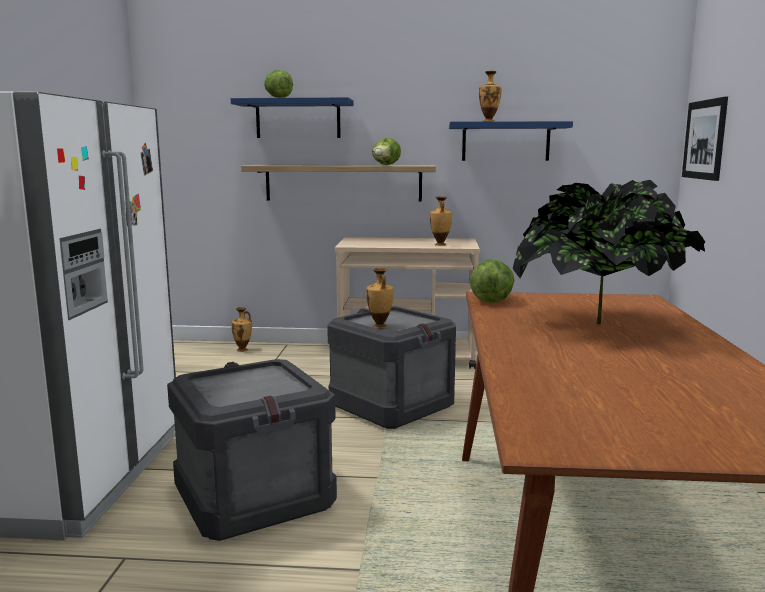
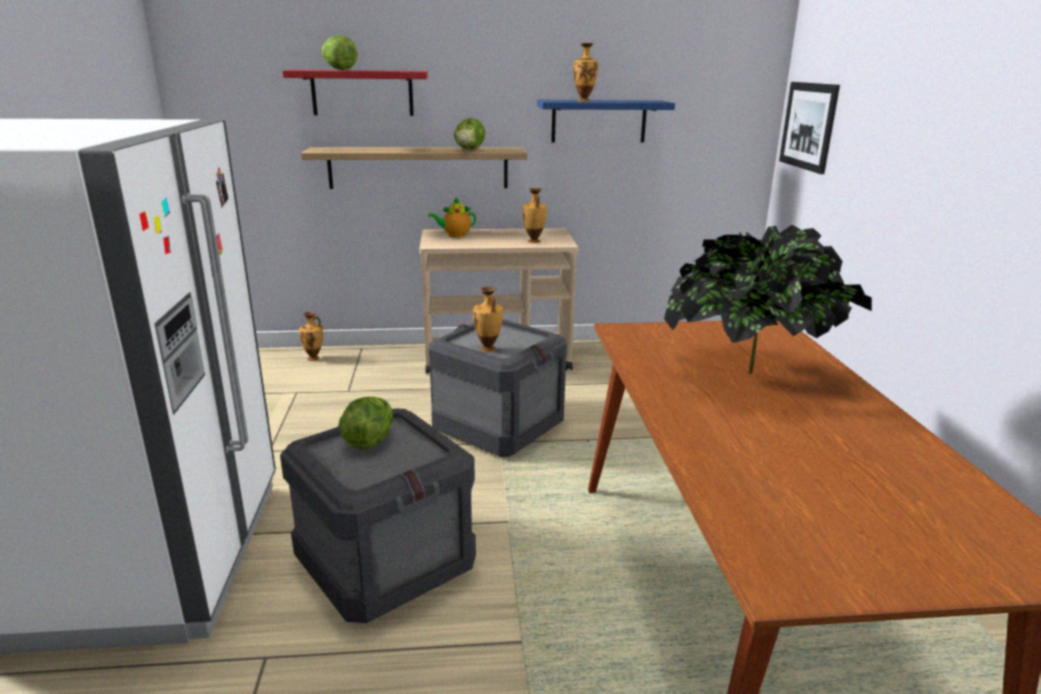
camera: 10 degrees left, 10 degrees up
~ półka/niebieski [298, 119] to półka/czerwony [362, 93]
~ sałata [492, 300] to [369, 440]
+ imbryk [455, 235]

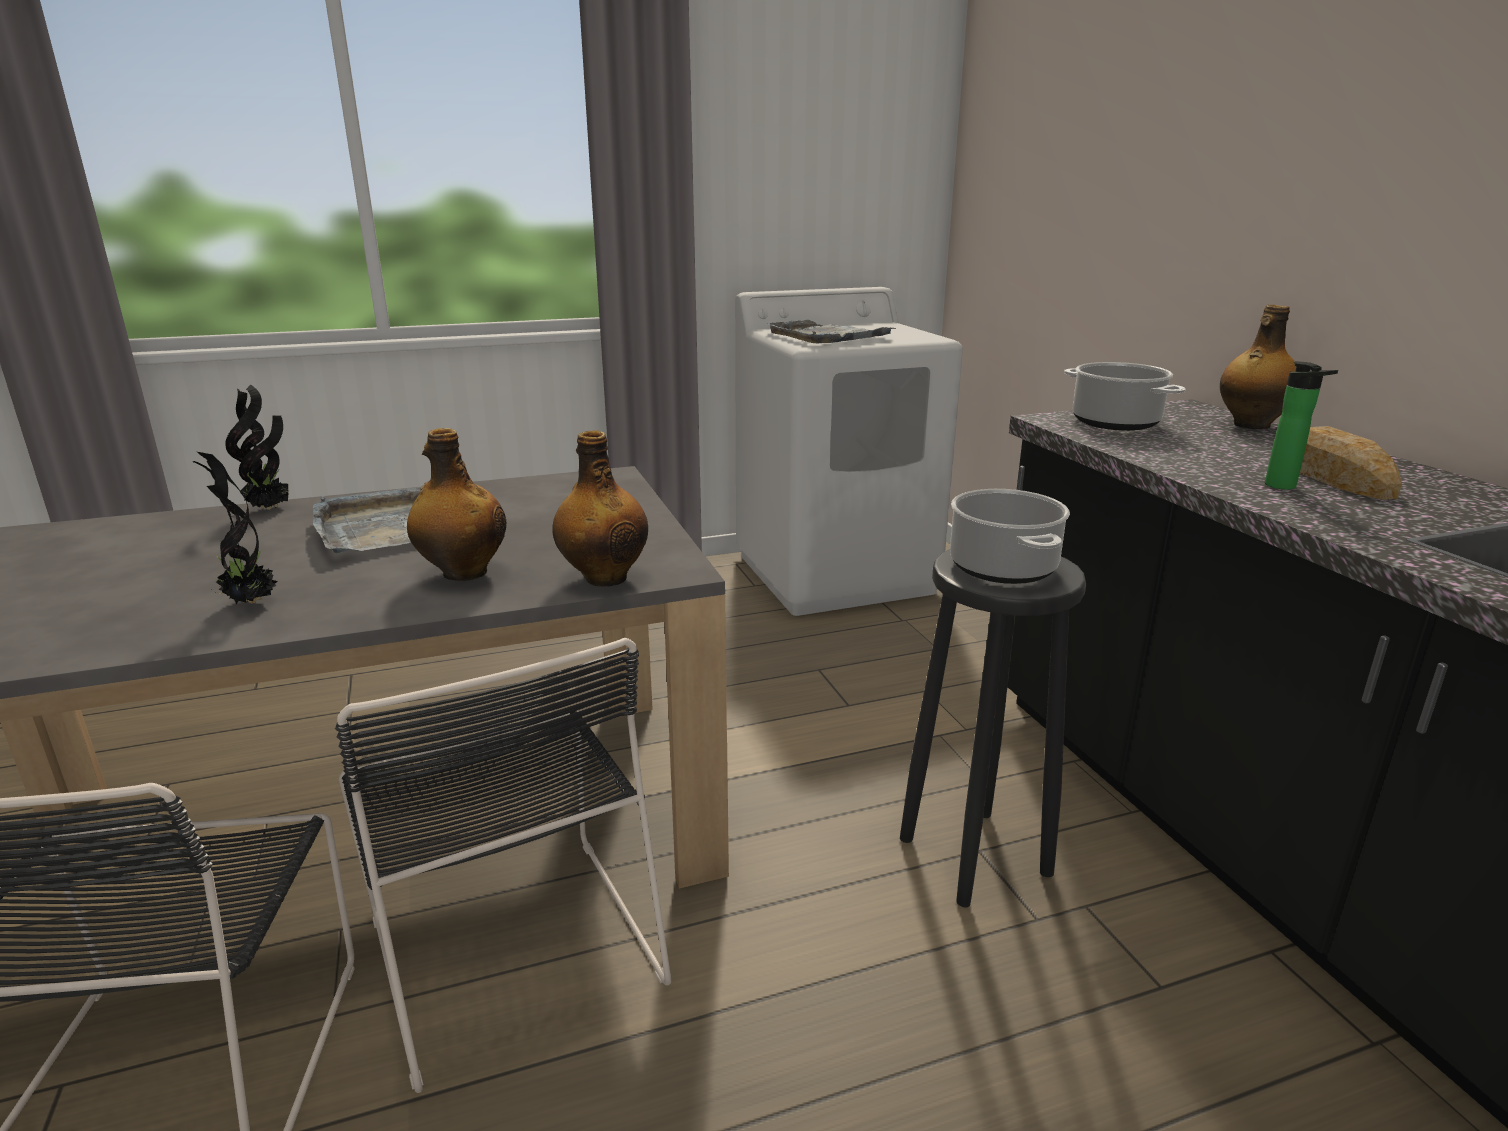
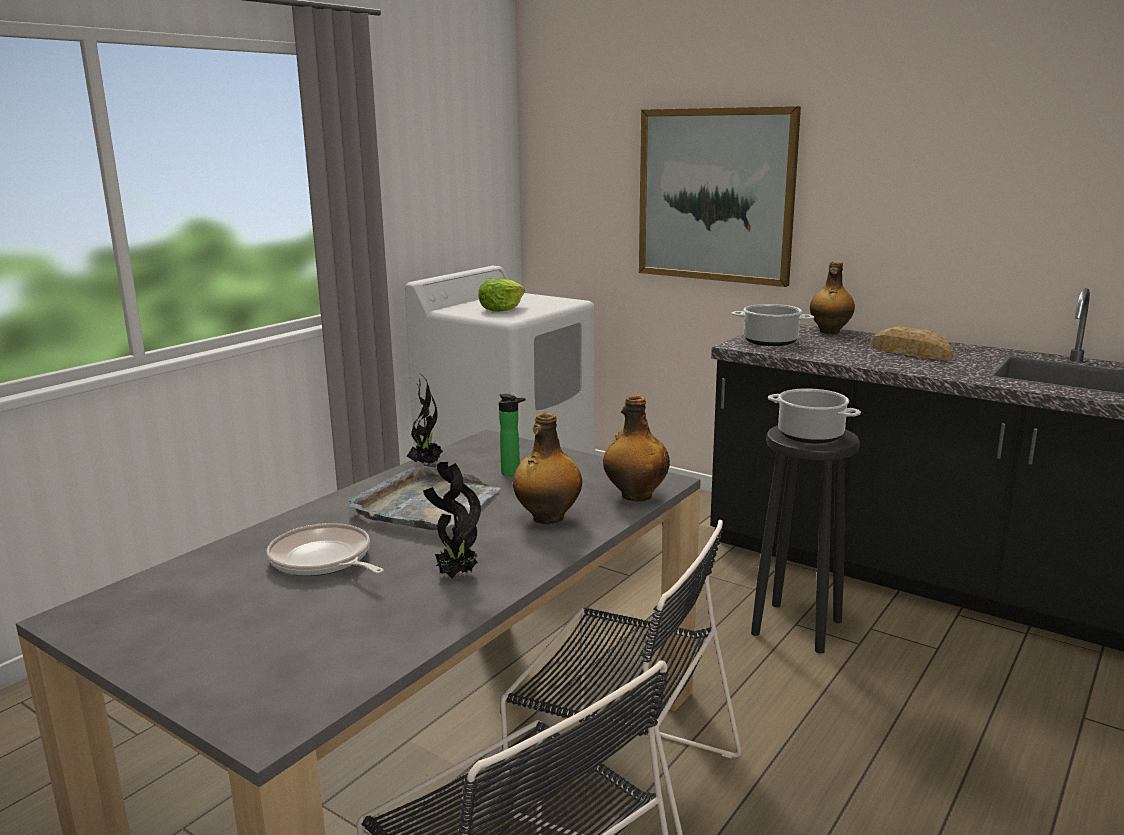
camera: 35 degrees left, 5 degrees down
~ taca/szary [826, 336] to sałata [501, 309]
~ butelka [1284, 487] to [513, 473]
~ roślina doniczkowa [271, 508] to [427, 464]
+ obraz [715, 195]
+ patelnia [323, 560]

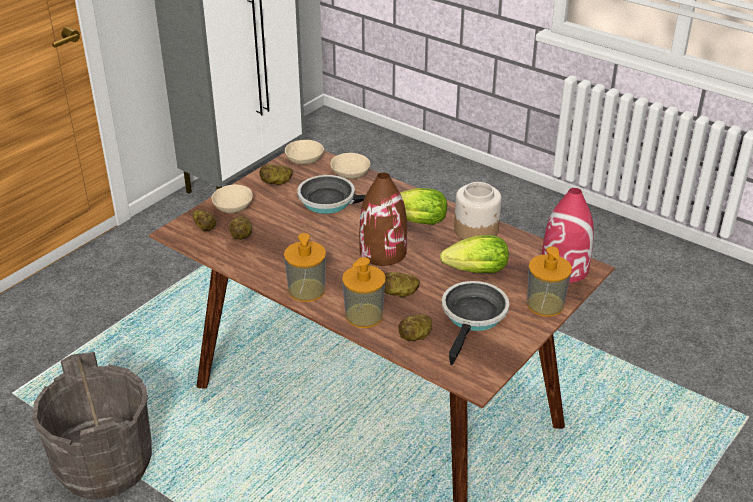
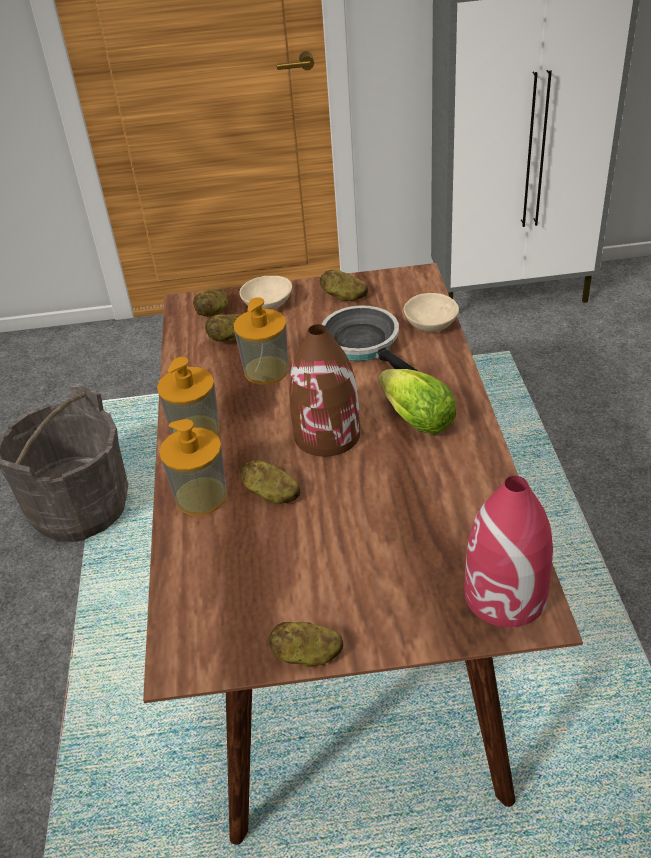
camera: 50 degrees right, 5 degrees up
- miska/beżowy [304, 160]
- słoik [476, 230]
- sałata [472, 272]
~ dozownik mydła [545, 304] to [266, 370]
- patelnia [473, 318]
~ ziemniak [416, 336] to [307, 656]

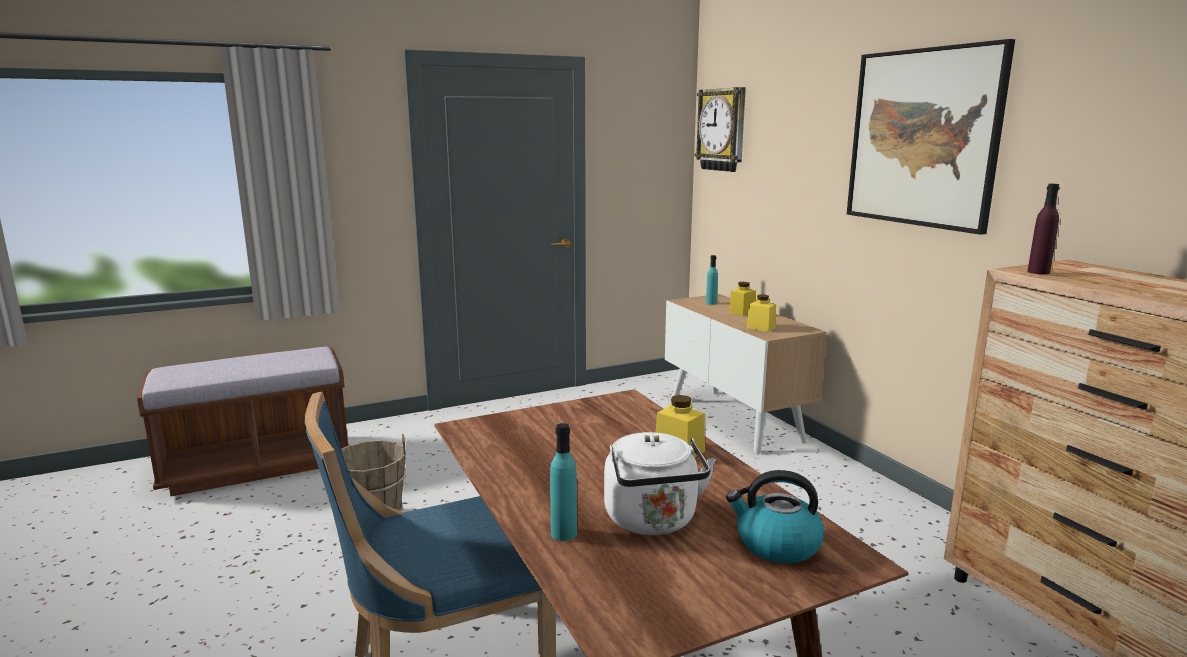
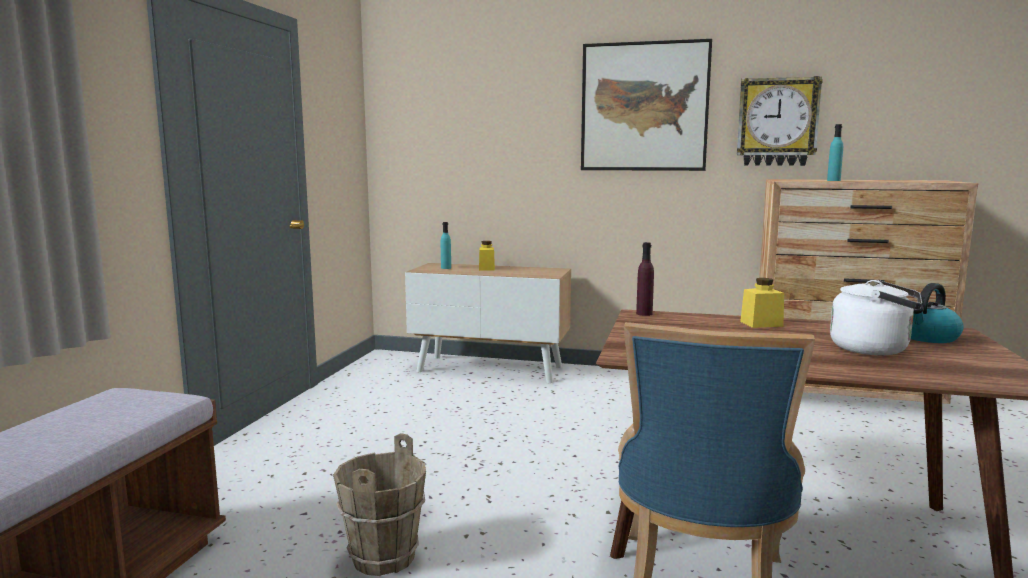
camera: 50 degrees left, 5 degrees down
~ zegar ścienny [722, 130] to [777, 122]
~ butelka/fioletowy [1038, 272] to [644, 314]
- słoik/żółty [761, 327]
~ butelka/turkusowy [564, 533] to [833, 180]

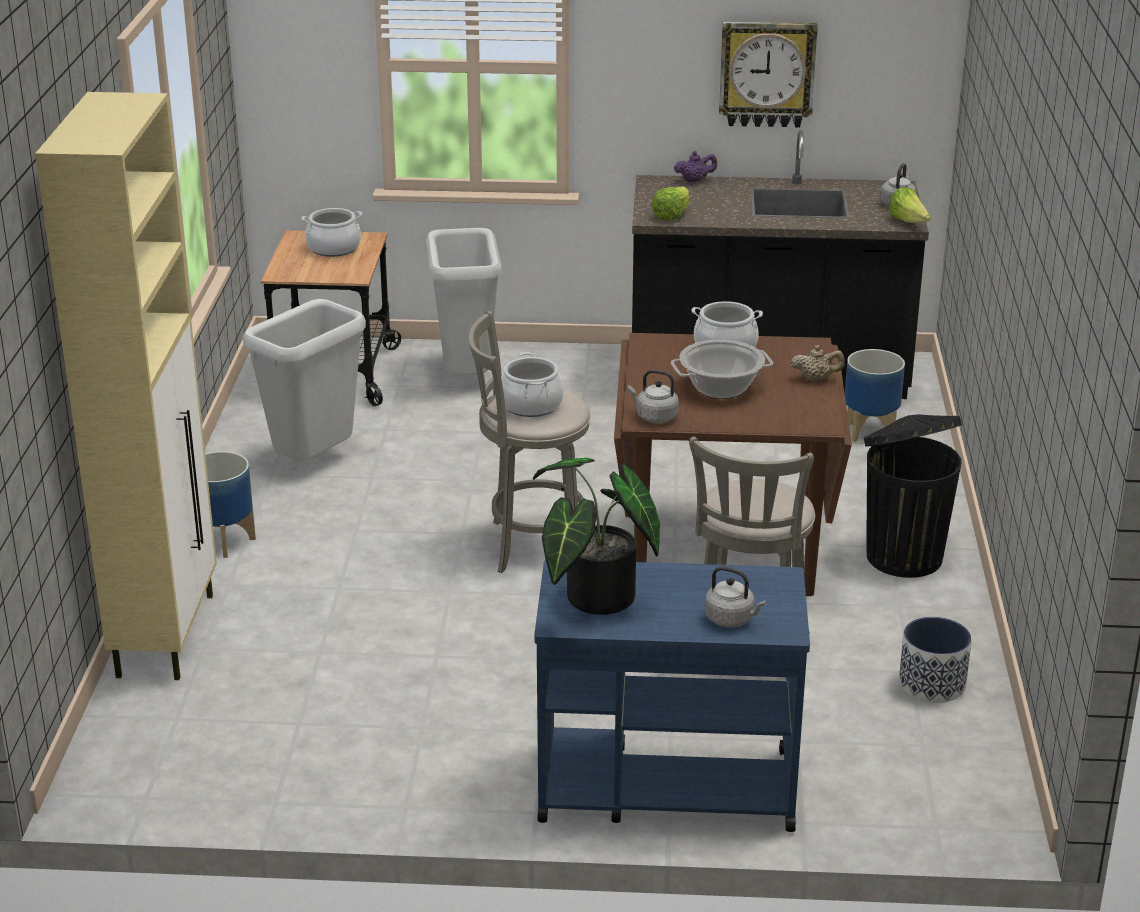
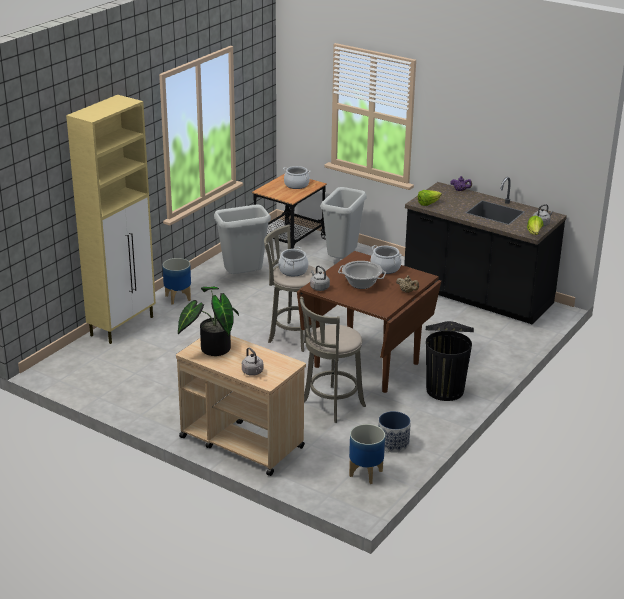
camera: 30 degrees right, 0 degrees up
- zegar ścienny [767, 73]
~ donica [870, 432] to [365, 474]
~ wózek/niebieski [664, 786] to wózek/beżowy [241, 442]

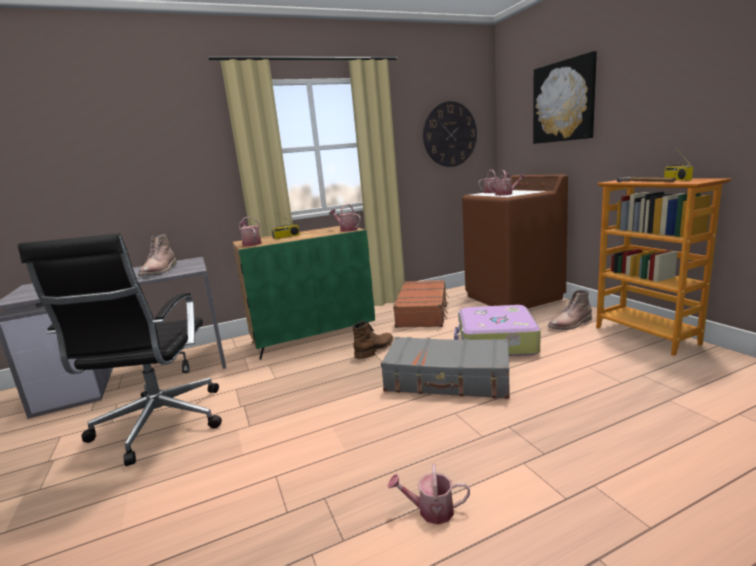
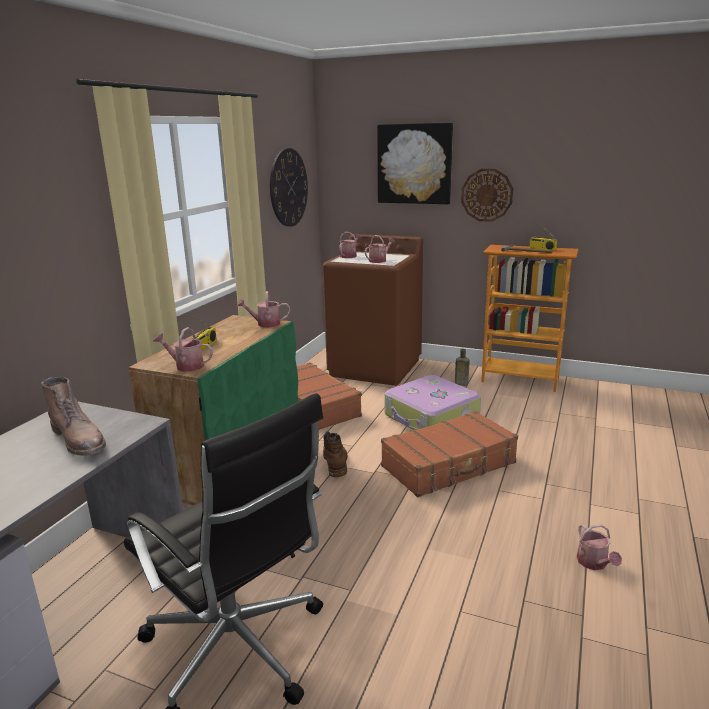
camera: 45 degrees left, 5 degrees up
~ but z cholewką/brązowy [570, 324] to butelka/brązowy [460, 384]
~ walizka/szary [448, 380] to walizka/brązowy [449, 465]
~ konewka [430, 510] = [594, 563] 60 degrees counterclockwise
+ zegar ścienny [486, 195]

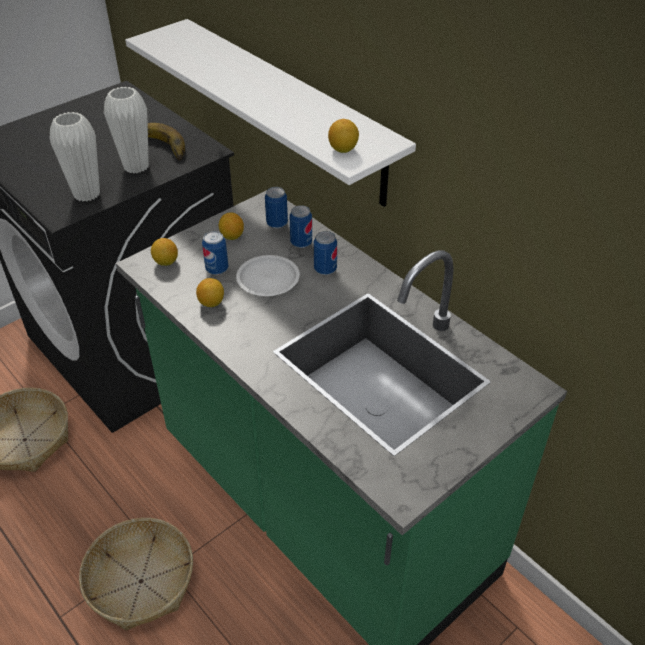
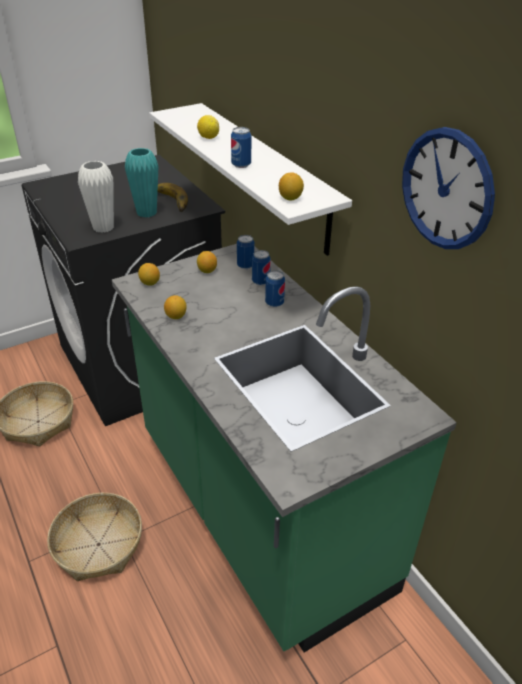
camera: 10 degrees right, 5 degrees down
~ wazon/biały [136, 166] to wazon/turkusowy [146, 213]
~ puszka [217, 269] to [241, 165]
- talerz/biały [268, 279]
+ cytryna [208, 137]
+ zegar ścienny [446, 189]

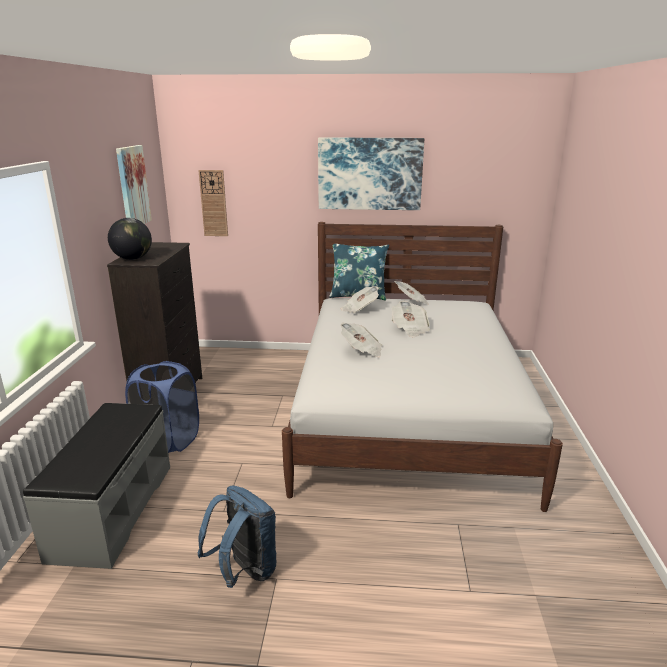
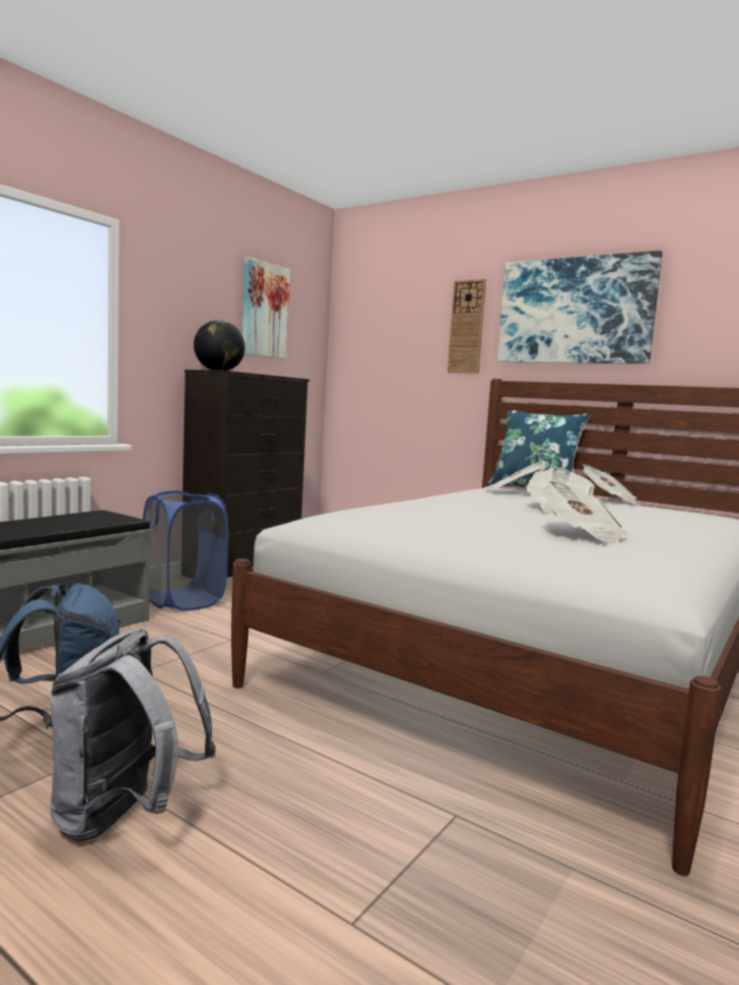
camera: 30 degrees right, 15 degrees down
~ zegar ścienny [213, 203] to [466, 327]
~ gazeta [362, 350] to [582, 535]
+ plecak/szary [124, 817]

